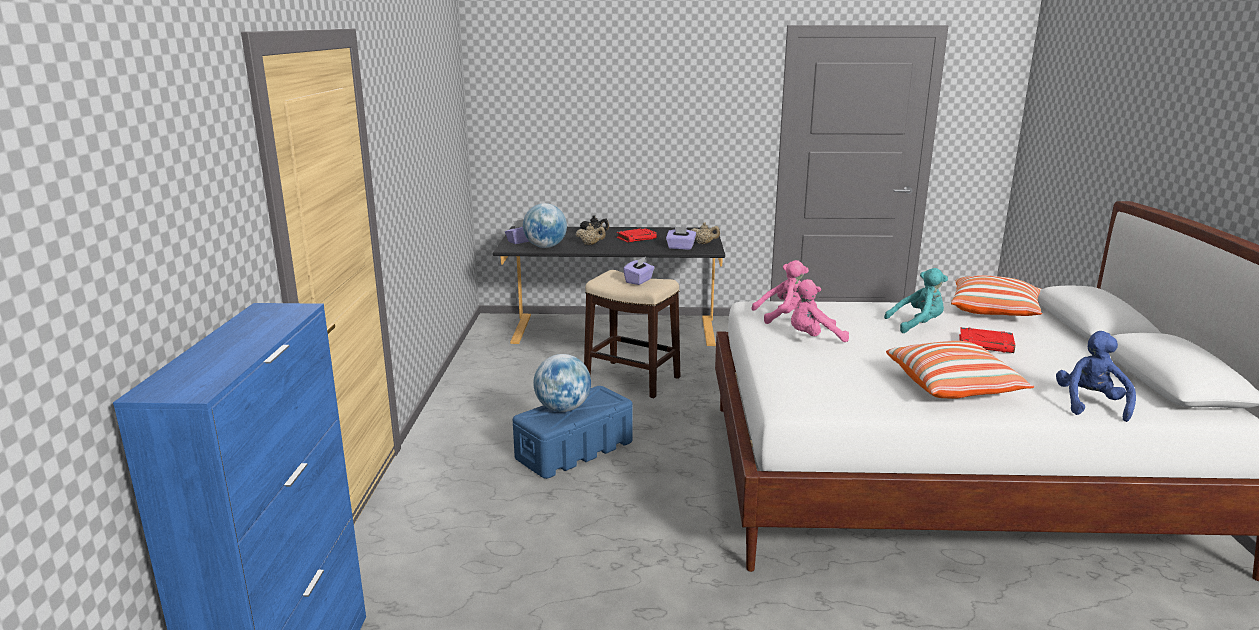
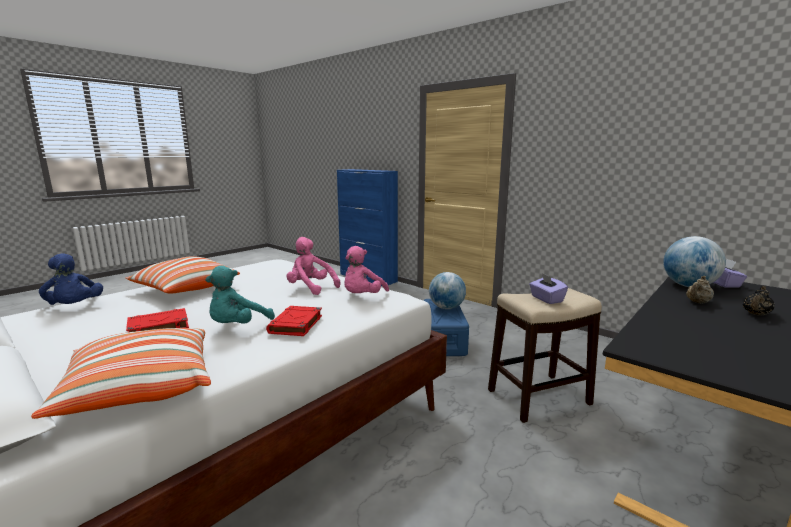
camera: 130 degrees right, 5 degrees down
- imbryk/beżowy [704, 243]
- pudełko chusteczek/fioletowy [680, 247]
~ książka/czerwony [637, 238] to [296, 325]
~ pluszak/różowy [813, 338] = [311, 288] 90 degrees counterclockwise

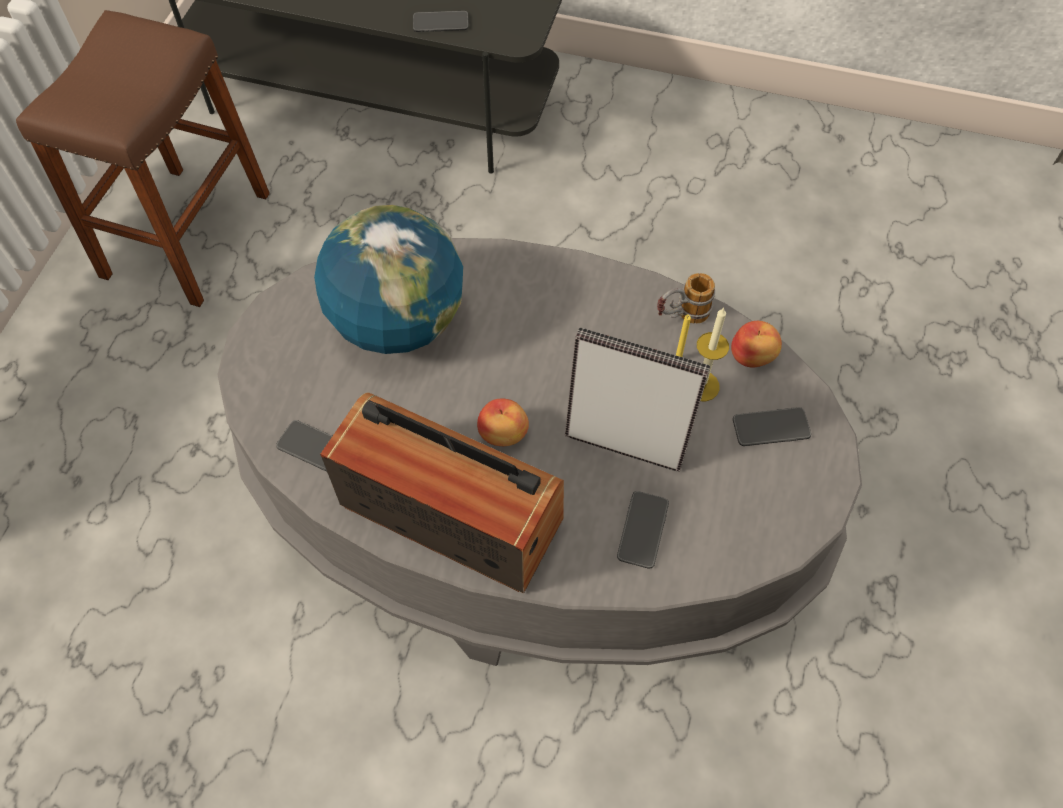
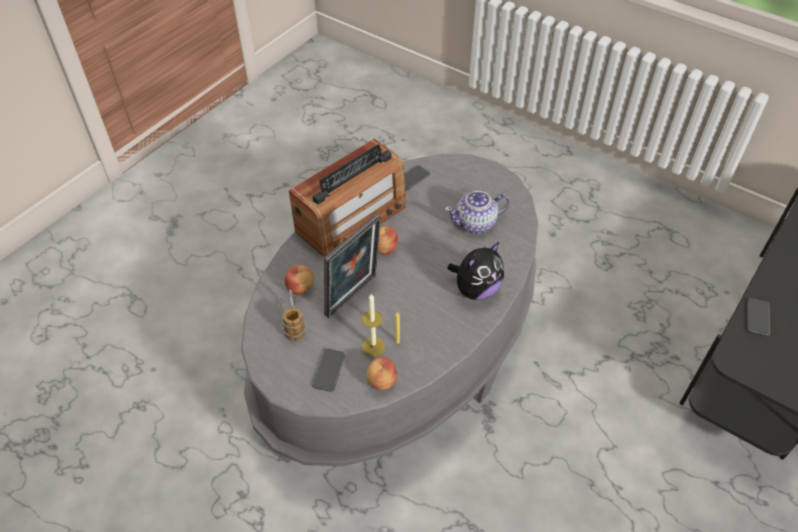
camera: 110 degrees right, 10 degrees down
- stołek/brązowy [186, 234]
~ globus [398, 322] to imbryk [476, 223]
~ kubek [681, 317] to [294, 324]
~ telefon [642, 530] to jabłko [300, 288]
+ pluszak [476, 289]

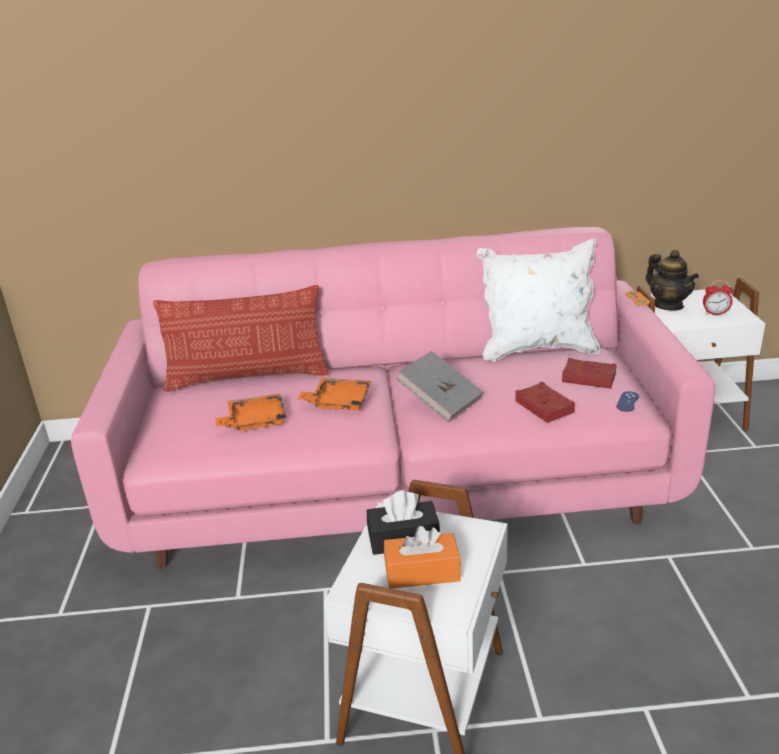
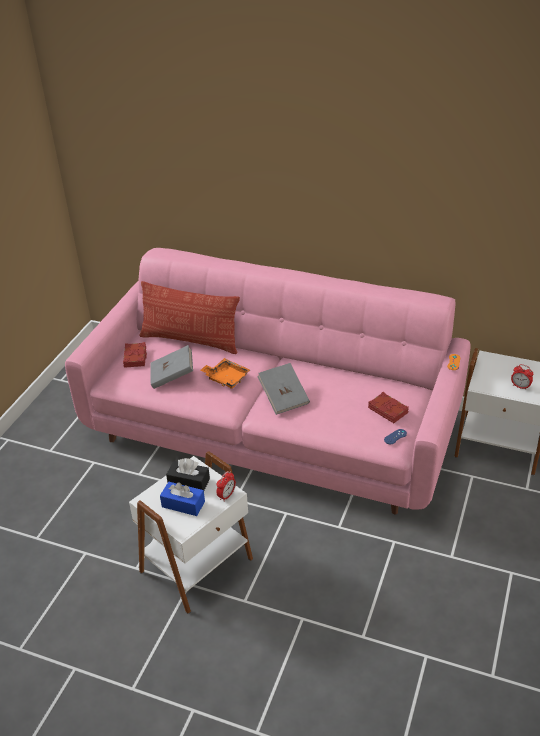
camera: 25 degrees right, 10 degrees up
- poduszka/biały [537, 349]
- imbryk [668, 305]
~ książka/czerwony [545, 406] to [135, 357]
~ taca/pomarańczowy [255, 421] to książka/szary [172, 376]
~ pudełko chusteczek/pomarańczowy [422, 572] to pudełko chusteczek/niebieski [183, 504]
+ budzik [226, 495]

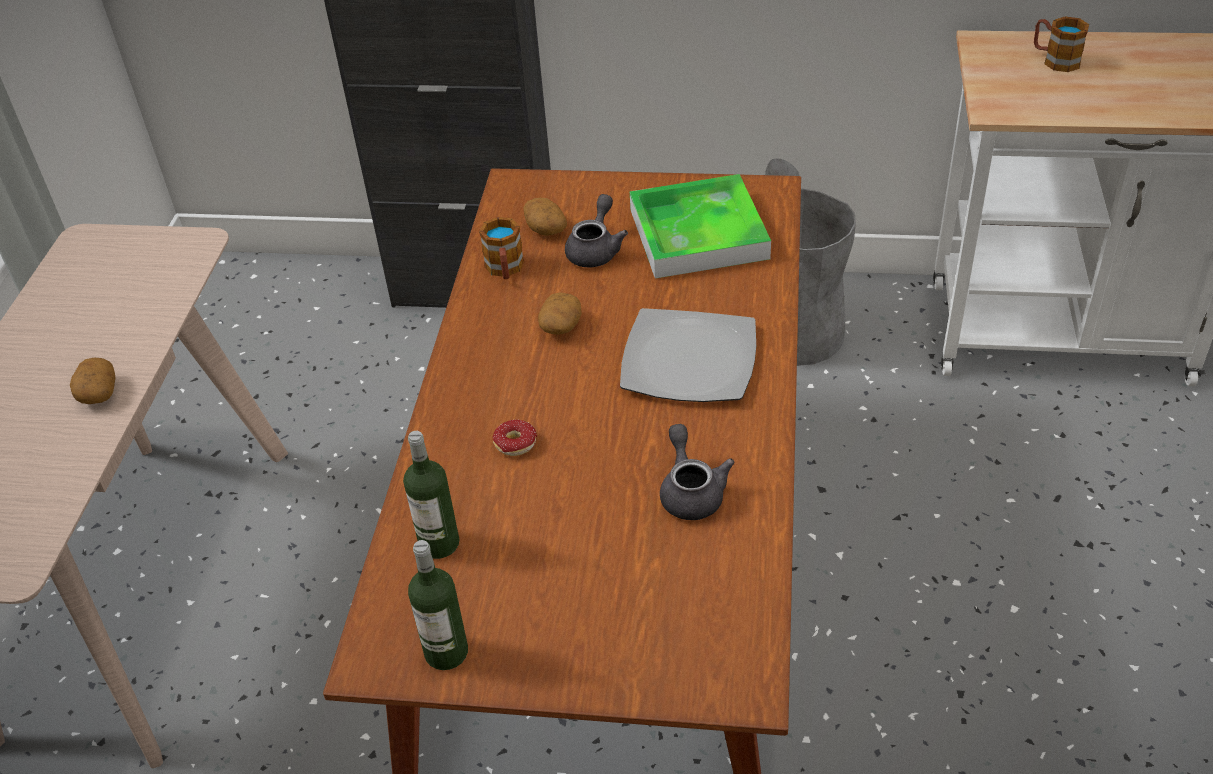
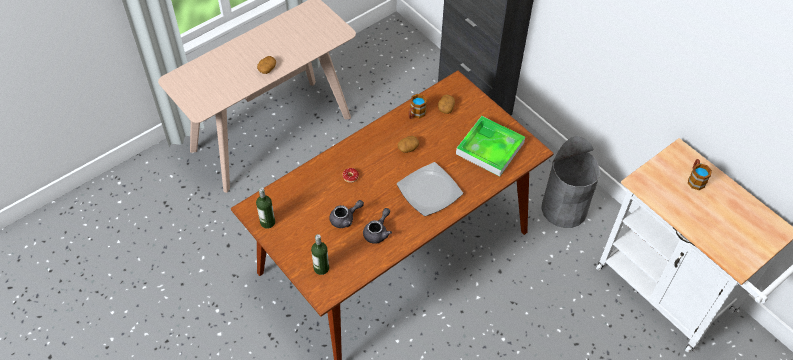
camera: 40 degrees right, 10 degrees up
~ imbryk/szary [596, 249] to [345, 218]
~ butelka [439, 543] to [321, 268]

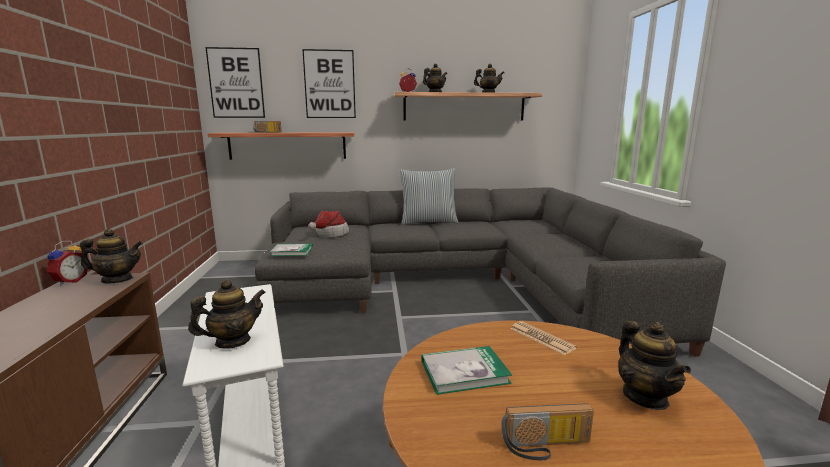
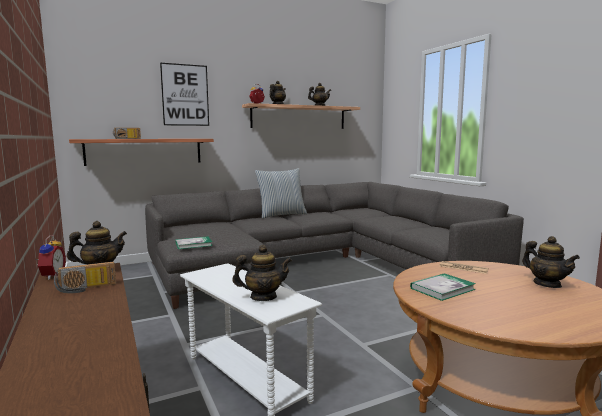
camera: 20 degrees left, 5 degrees down
- obraz [236, 83]
- kapelusz [329, 234]
~ imbryk [232, 341] = [263, 297] 45 degrees clockwise
~ radio [546, 447] to [86, 289]

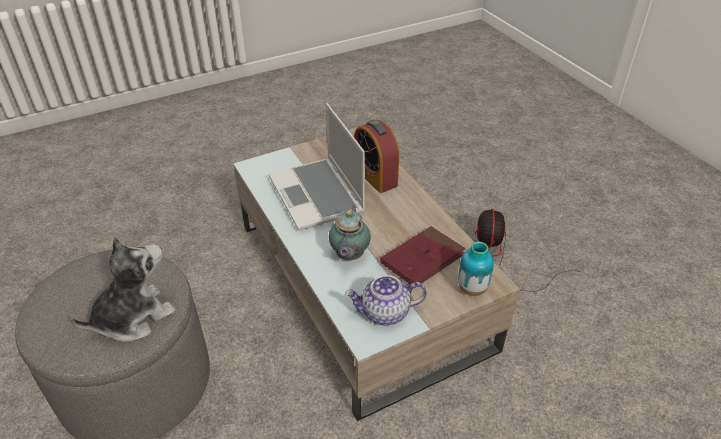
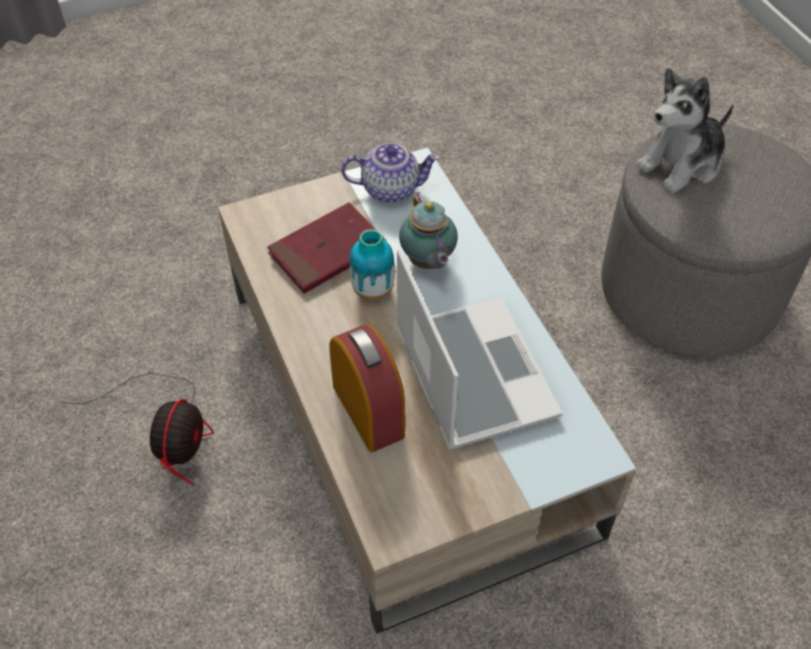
camera: 175 degrees left, 10 degrees up
~ imbryk [349, 256] = [428, 263] 150 degrees clockwise
~ wazon [472, 289] to [373, 291]

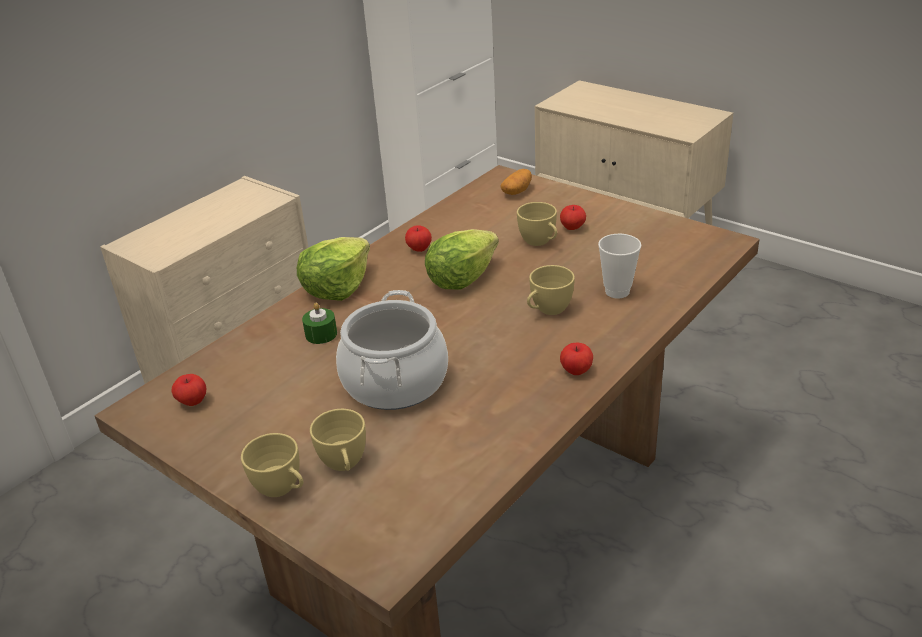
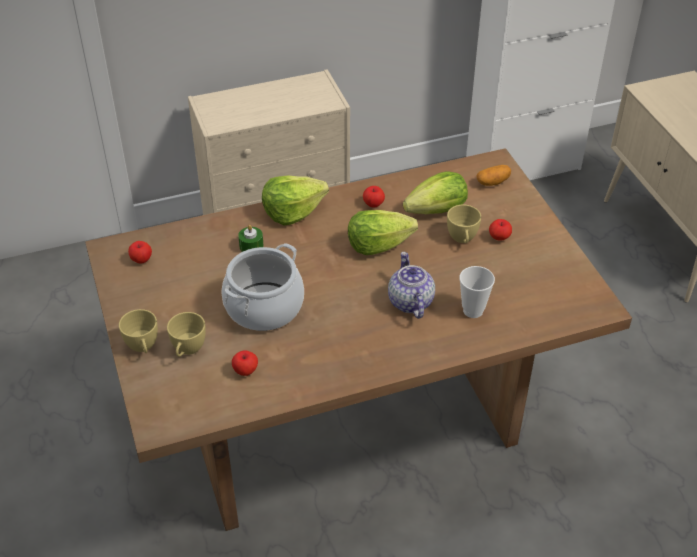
camera: 30 degrees right, 10 degrees up
~ filiżanka/żółty [547, 310] to imbryk [409, 301]
~ jabłko [576, 370] to [245, 371]
+ sałata [437, 211]

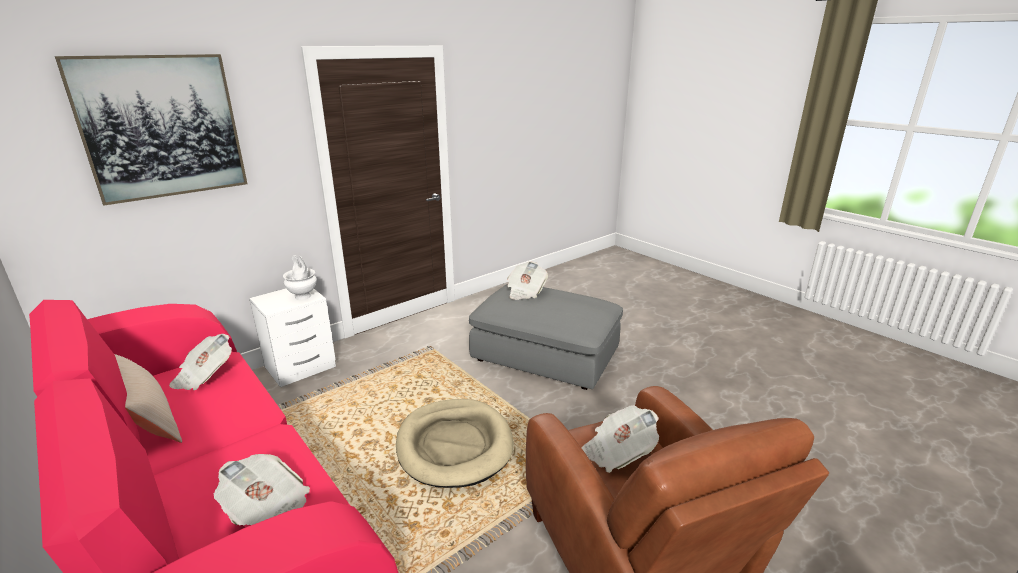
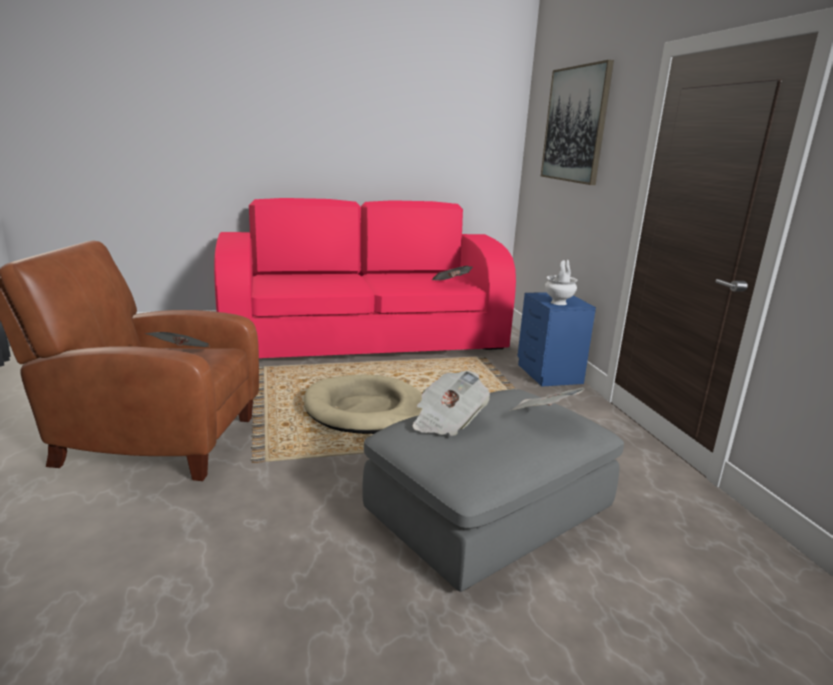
camera: 115 degrees right, 5 degrees down
~ szafka nocna/biały [302, 367] to szafka nocna/niebieski [548, 374]
- poduszka/beżowy [149, 418]
~ gazeta [269, 509] to [447, 421]

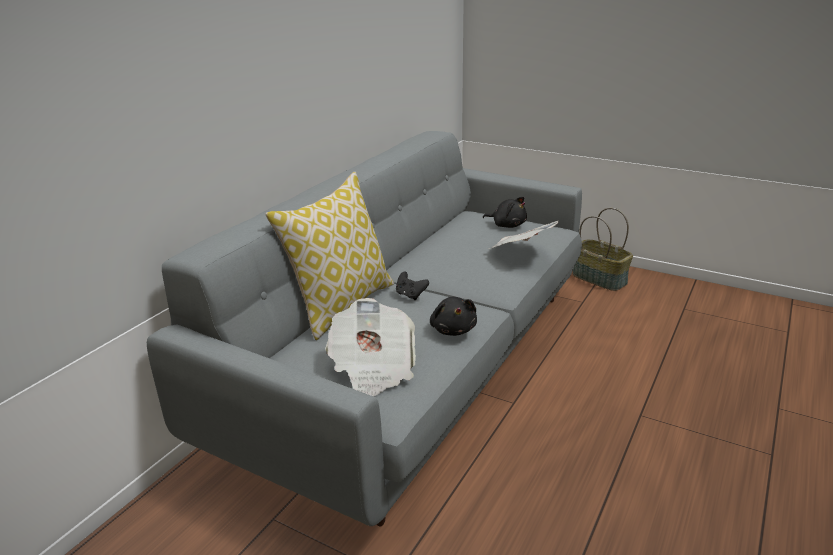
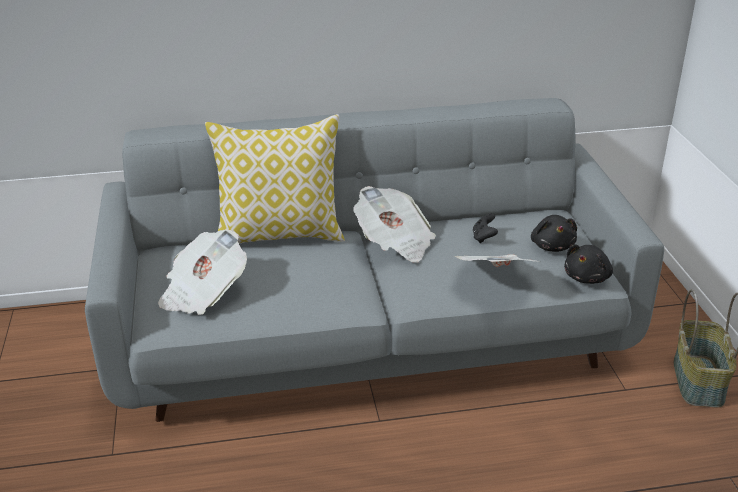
camera: 50 degrees right, 5 degrees up
~ pad do gier/czarny [410, 295] to [484, 237]
~ pluszak/czarny [453, 329] to [588, 277]
+ gazeta [395, 242]

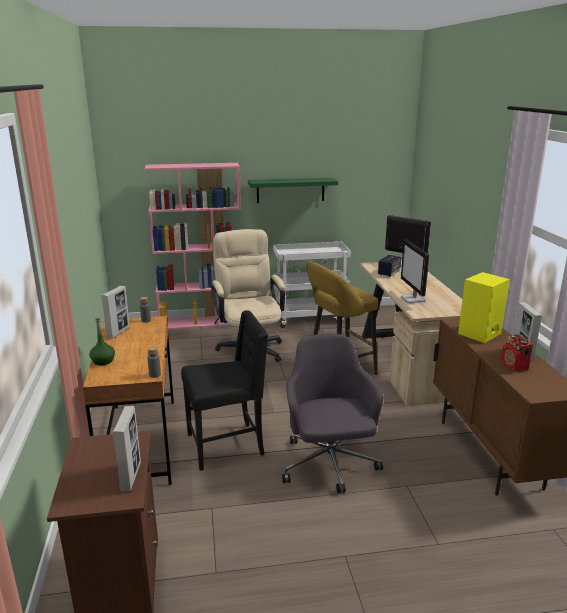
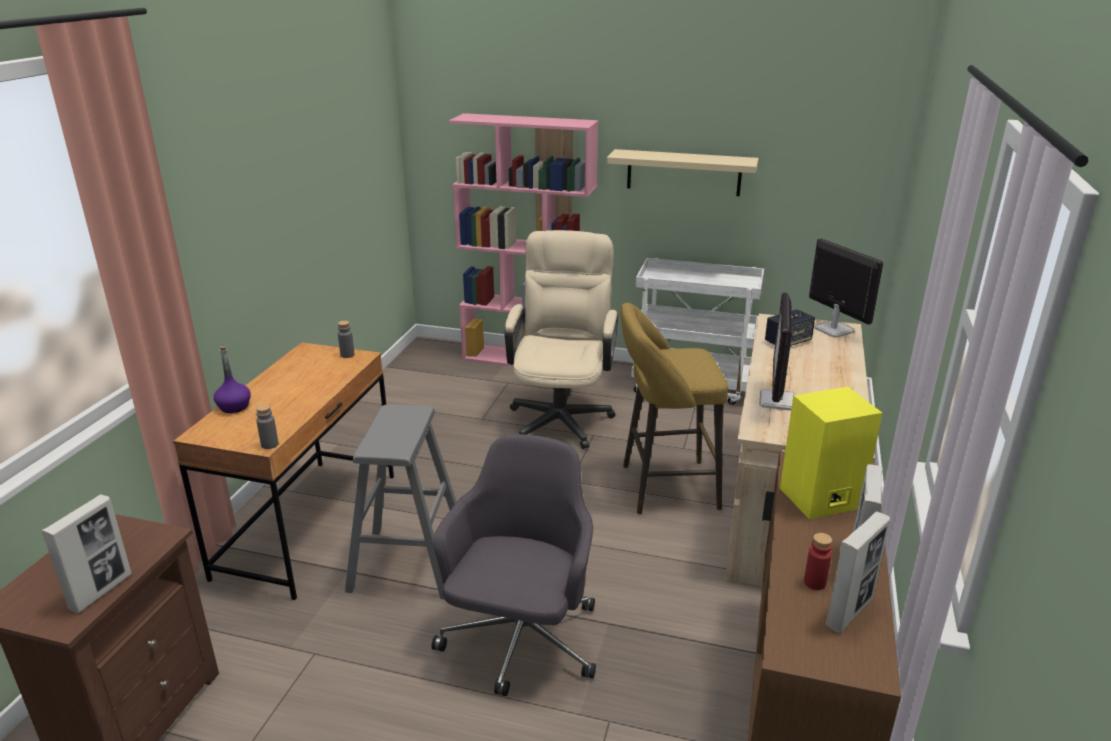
camera: 25 degrees right, 5 degrees up
~ półka/zielony [290, 190] to półka/beżowy [683, 172]
~ ramka na zdjęcie [118, 332] to [849, 612]
~ krzesło/czarny [227, 445] to stołek/szary [409, 563]
~ butelka/zielony [103, 361] to butelka/fioletowy [234, 407]
~ radio [514, 366] to butelka/czerwony [814, 583]

